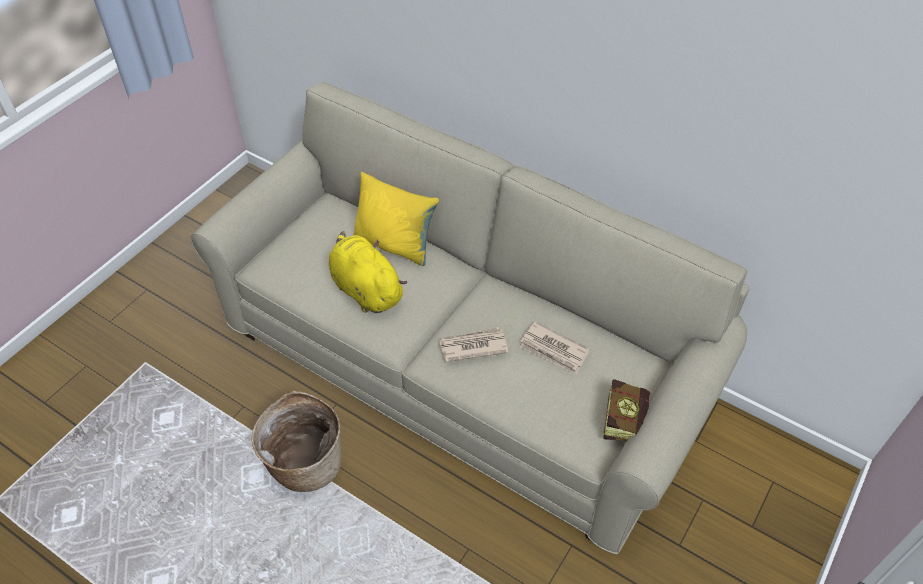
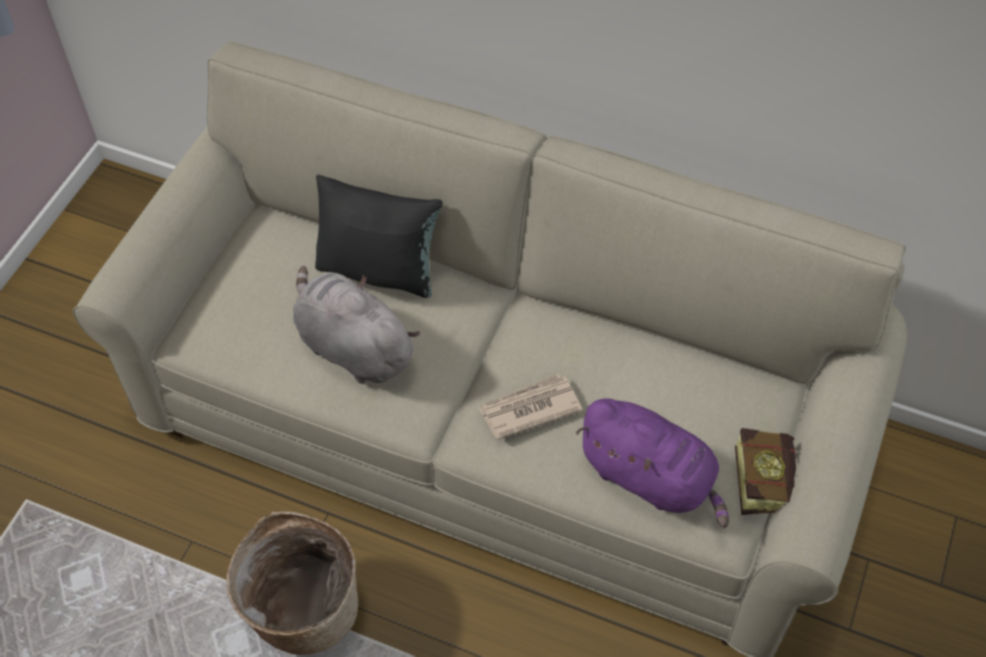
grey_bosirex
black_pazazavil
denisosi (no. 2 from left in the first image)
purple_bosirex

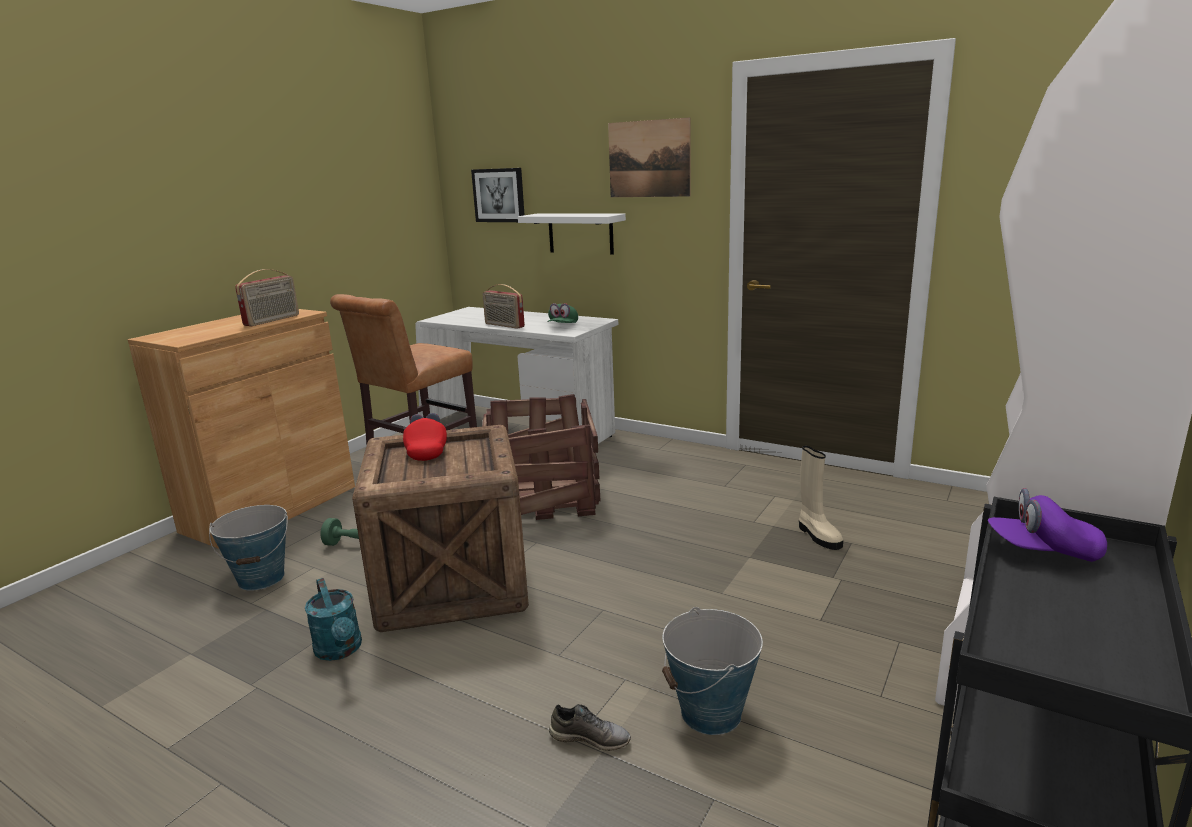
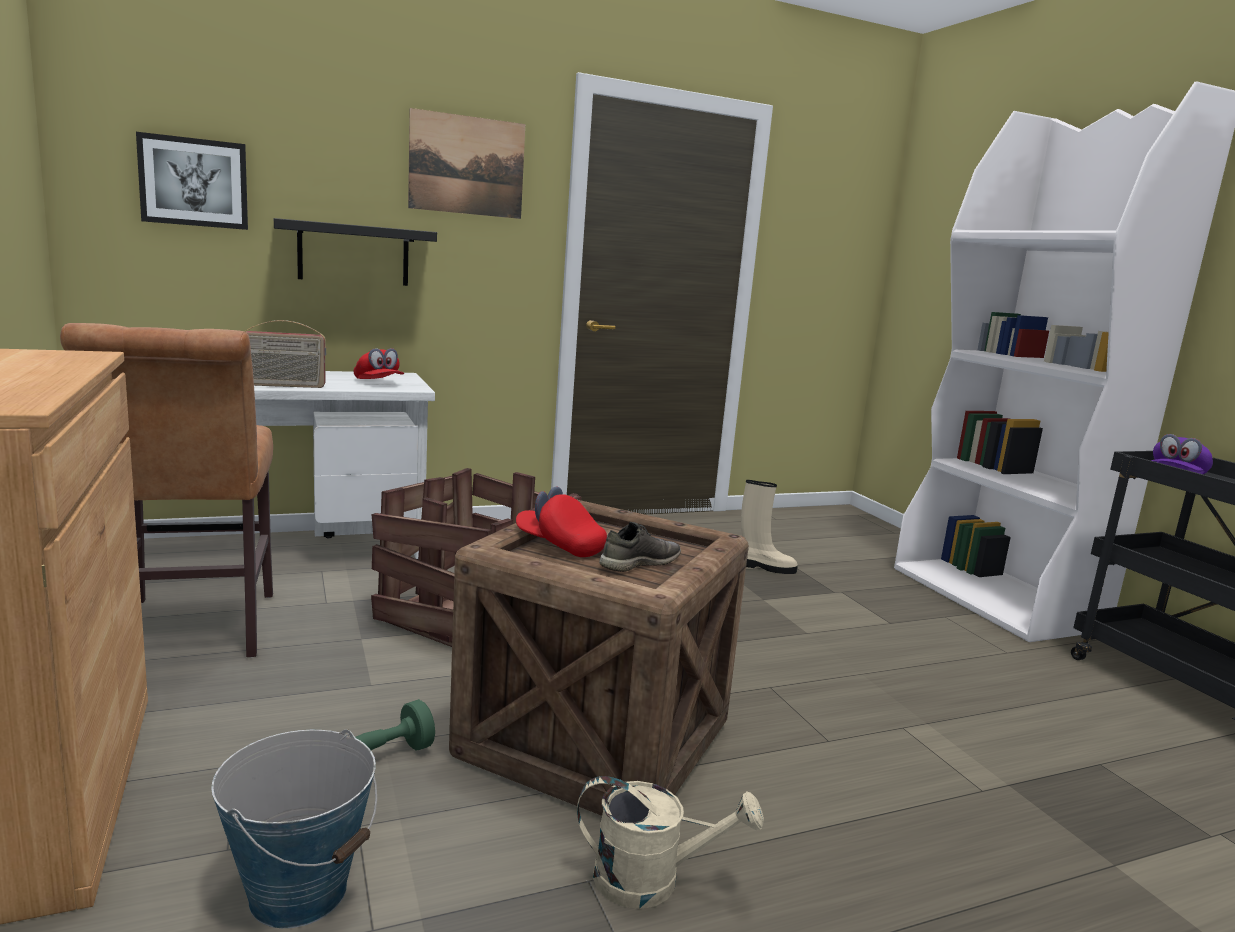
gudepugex (no. 1 from left in the first image)
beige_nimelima
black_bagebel
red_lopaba (no. 1 from left)
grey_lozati
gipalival (no. 2 from left in the first image)

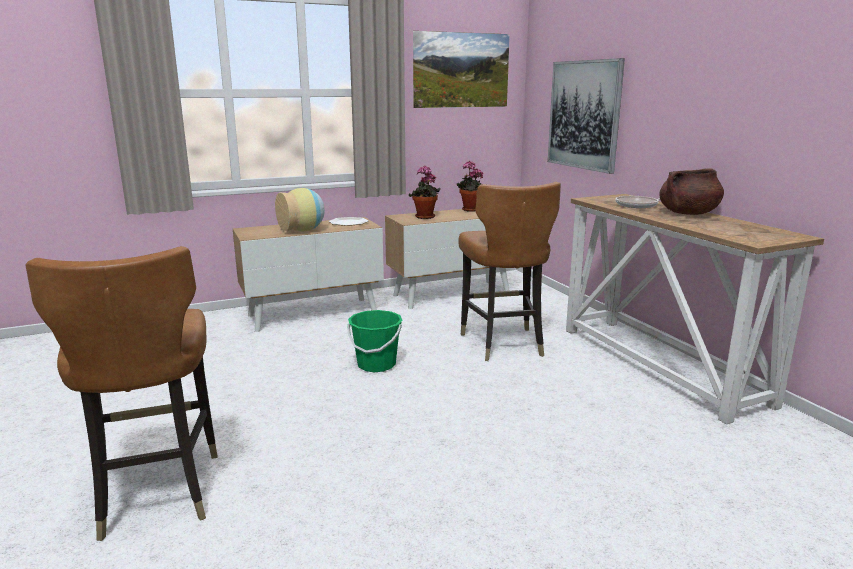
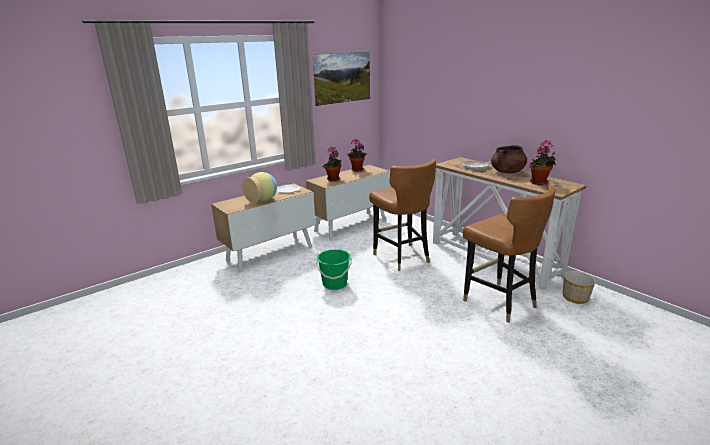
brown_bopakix (no. 2 from left)
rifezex (no. 2 from left in the first image)
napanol (no. 3 from left)
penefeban

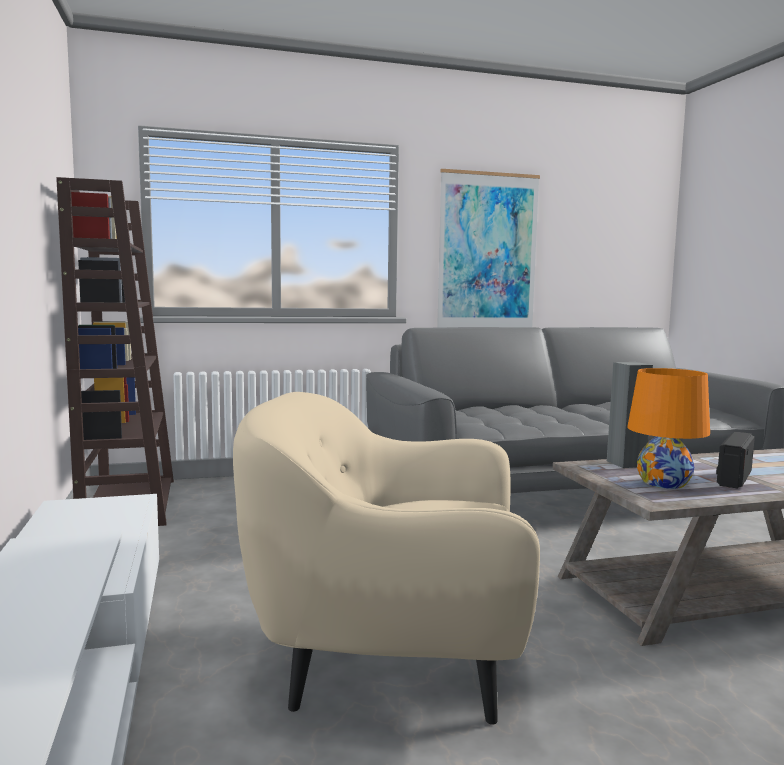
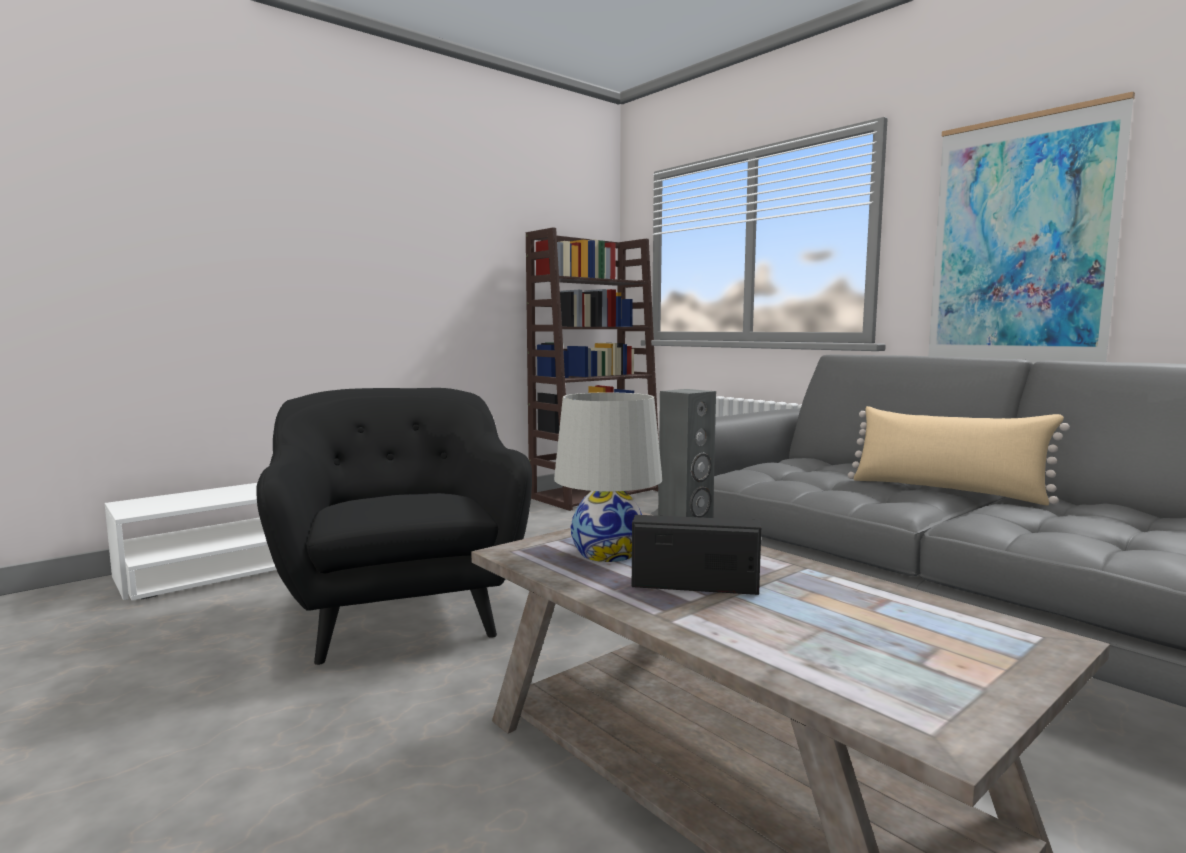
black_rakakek
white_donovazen
beige_pazazavil

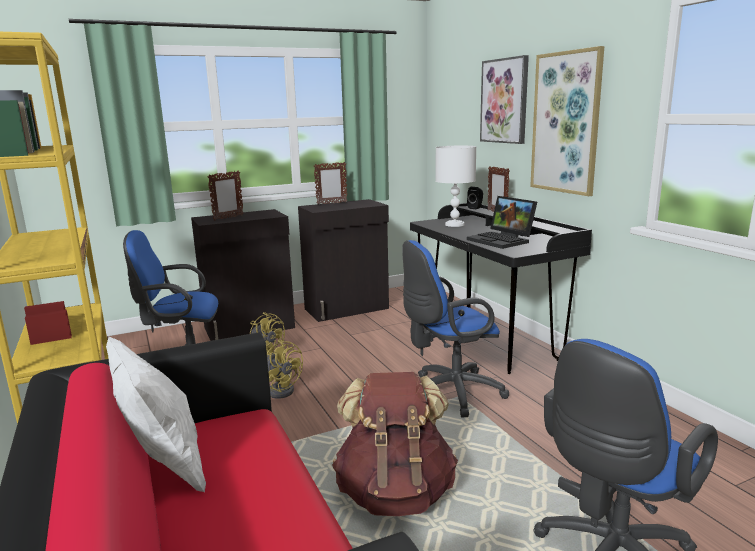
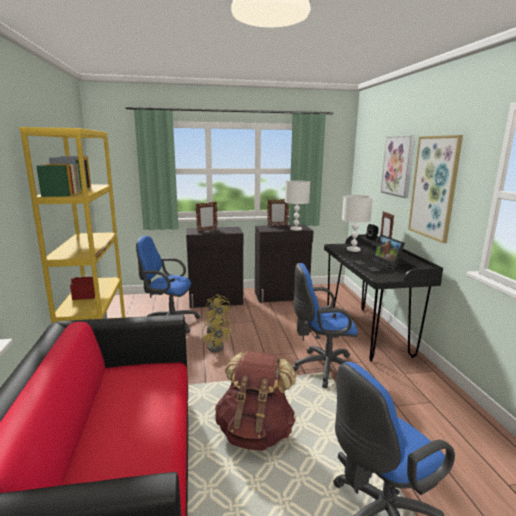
white_pazazavil
white_donovazen (no. 1 from left)

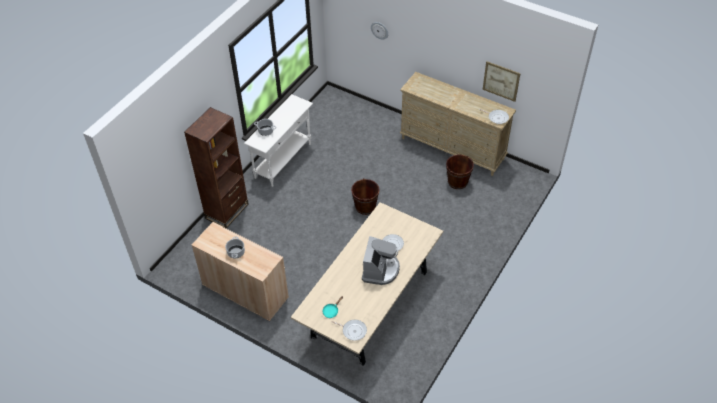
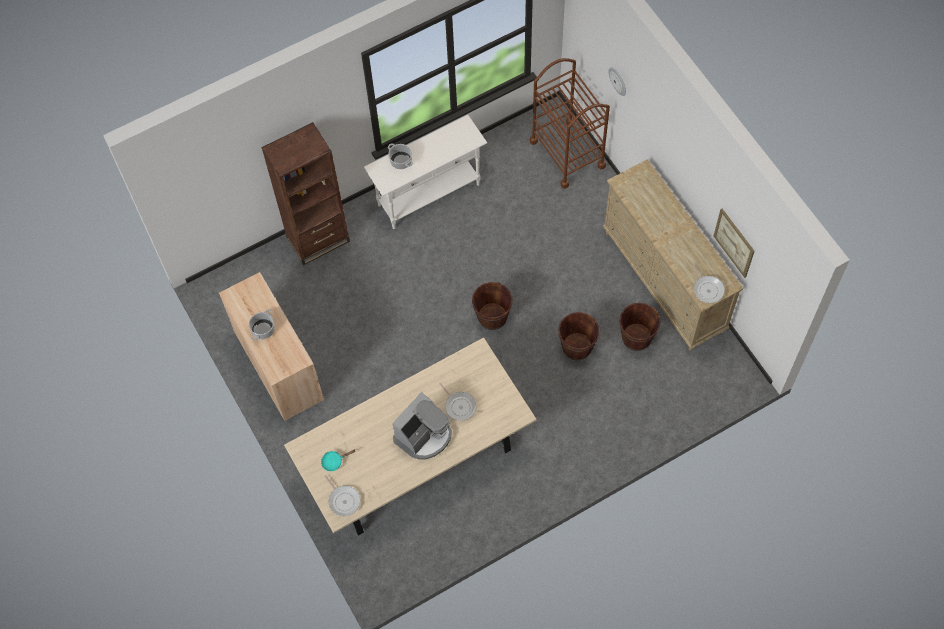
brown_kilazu
brown_gipalival (no. 2 from left)

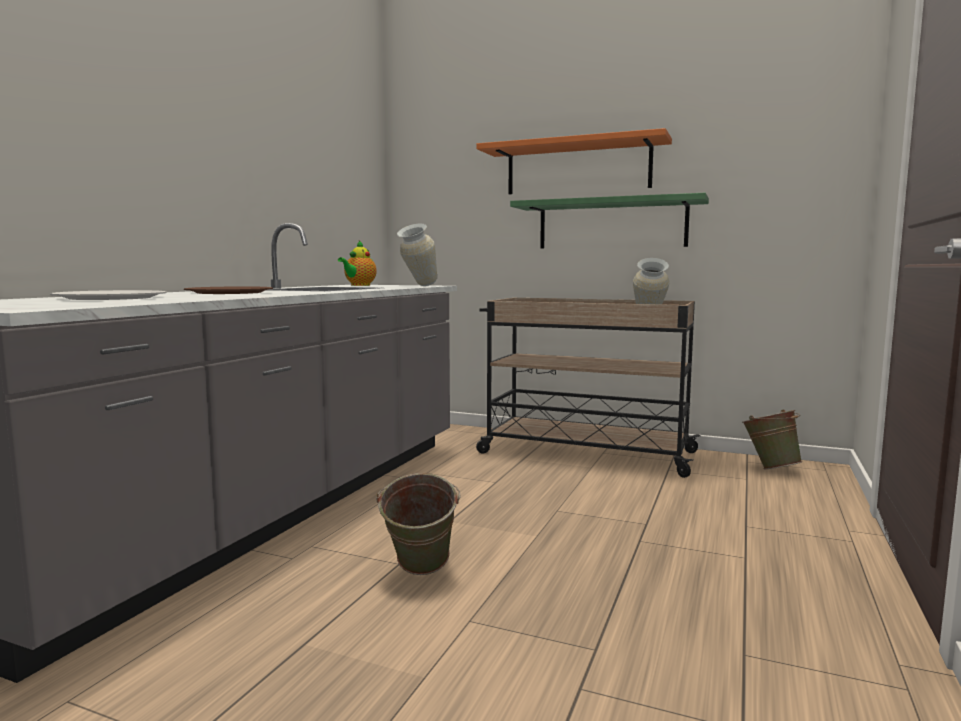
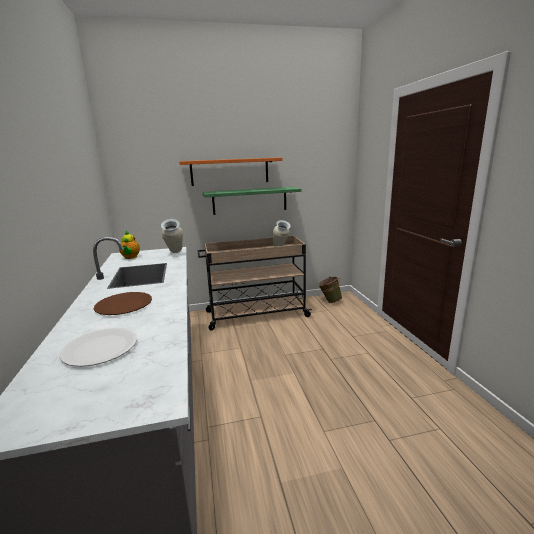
green_gipalival (no. 1 from left in the first image)

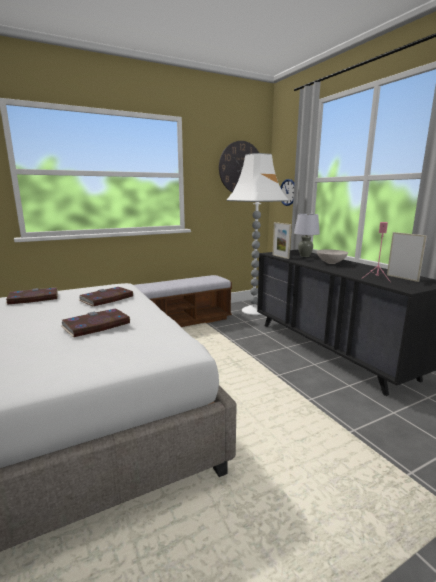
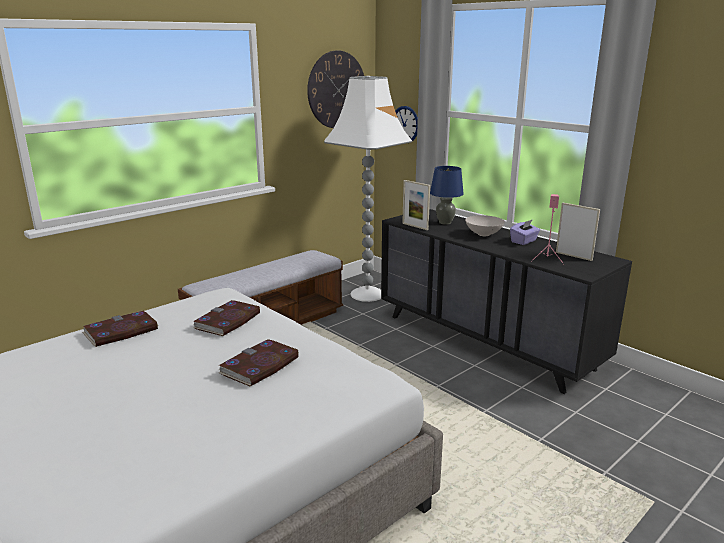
blue_donovazen
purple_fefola

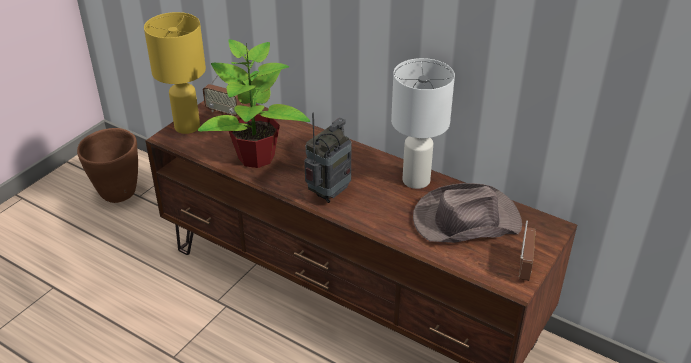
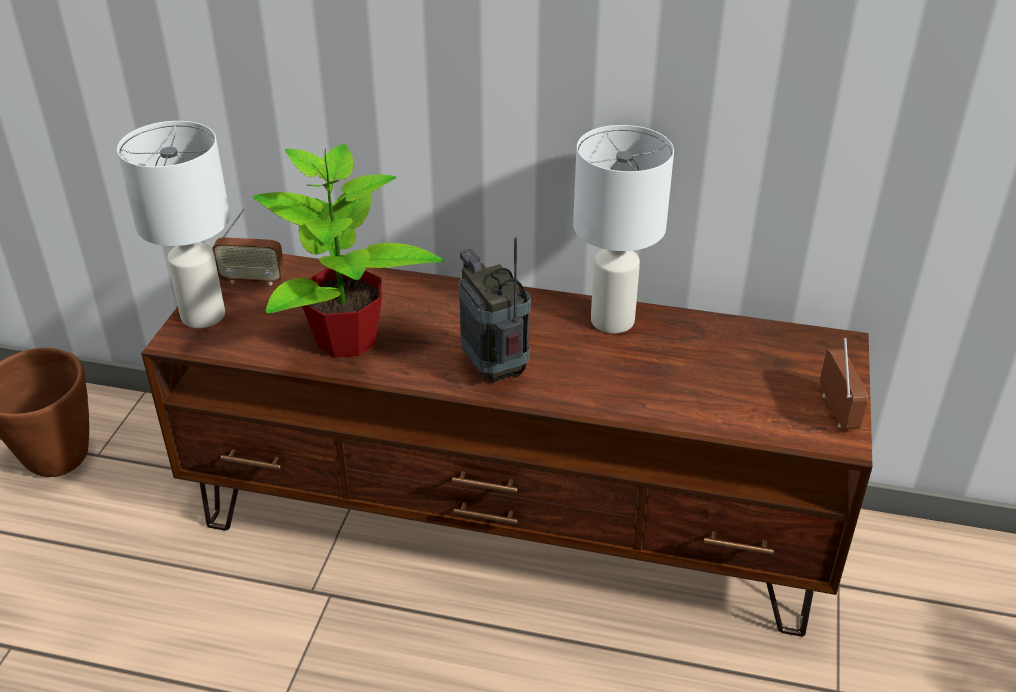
white_donovazen (no. 1 from left)
gudepugex (no. 2 from left)
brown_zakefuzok

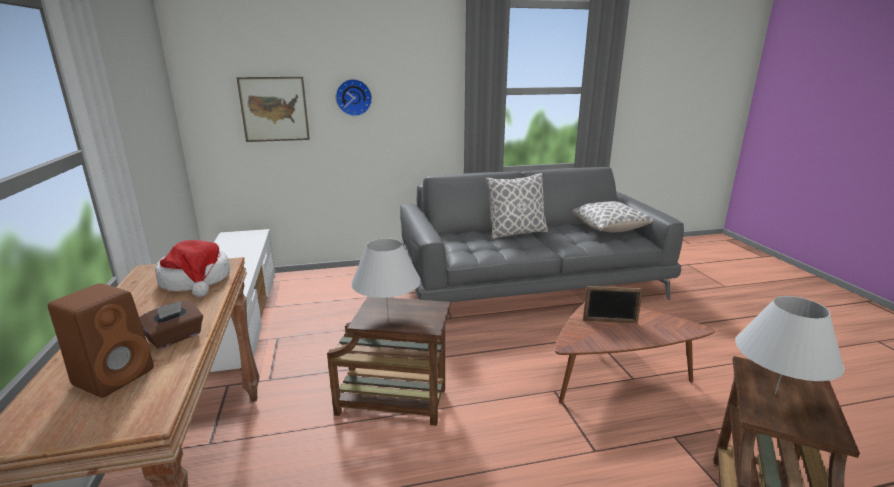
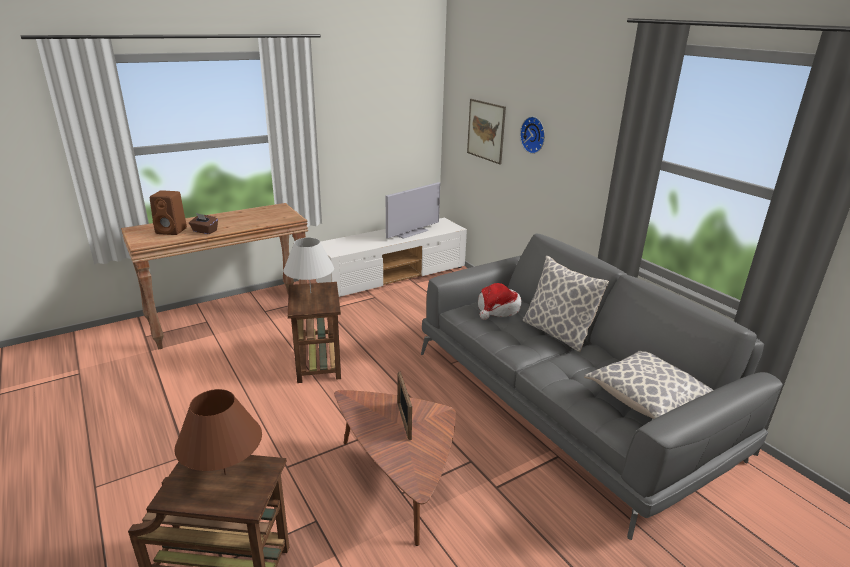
zakefuzok
brown_donovazen
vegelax

